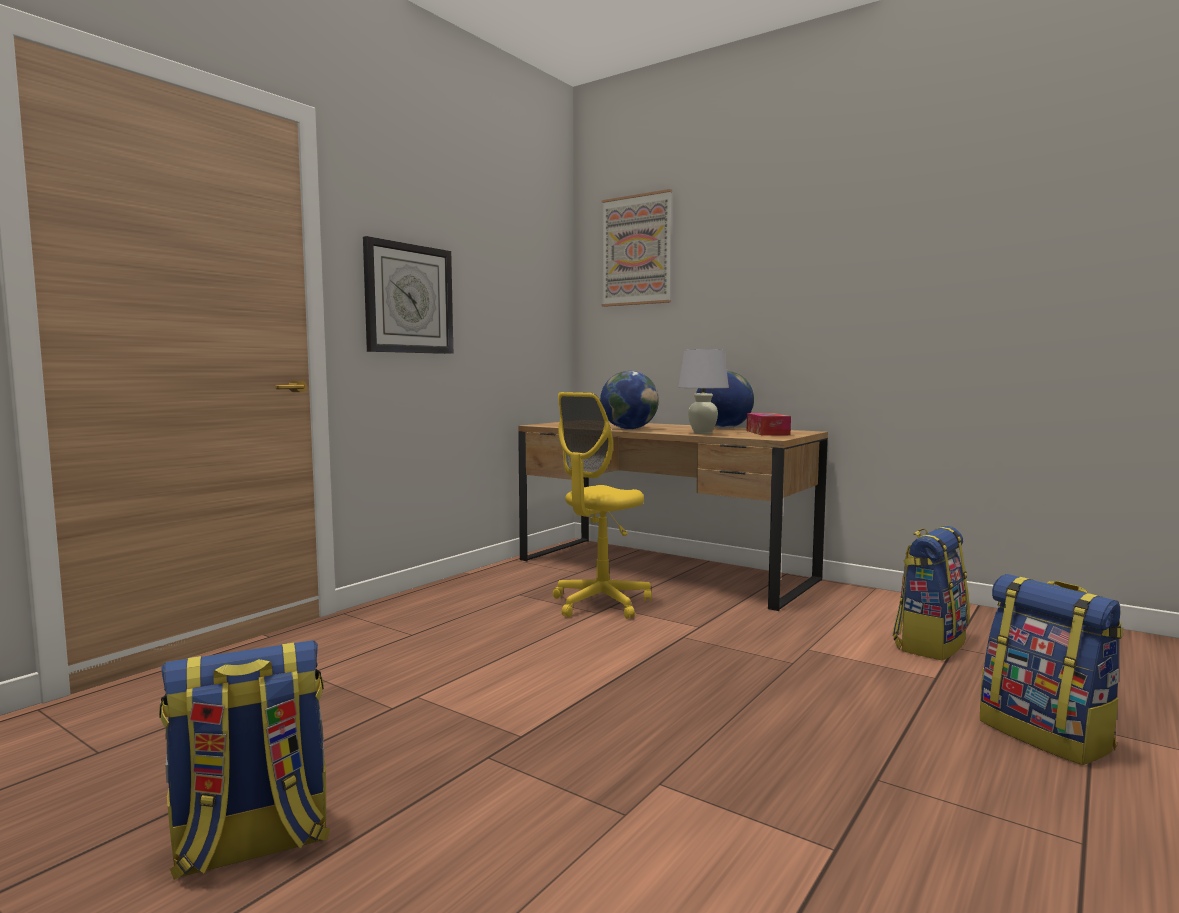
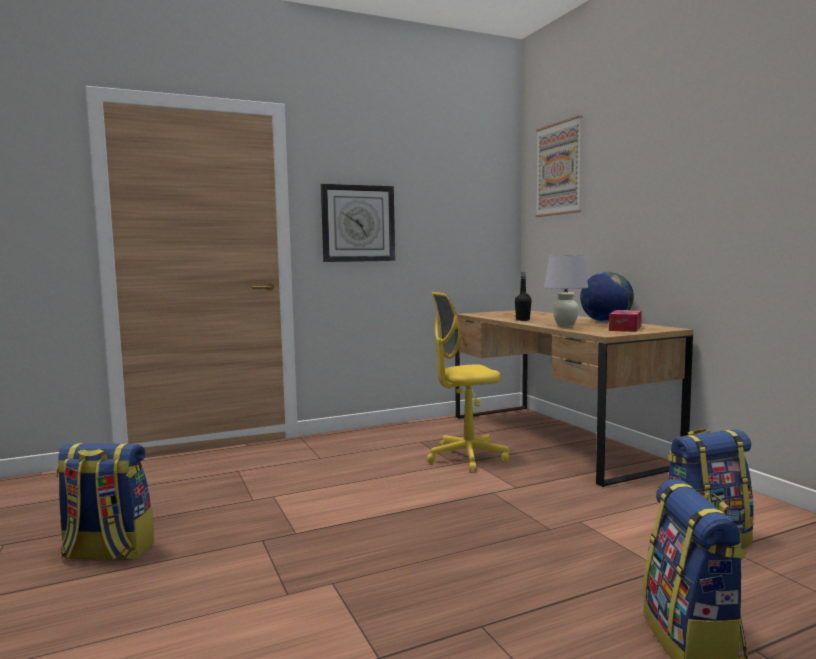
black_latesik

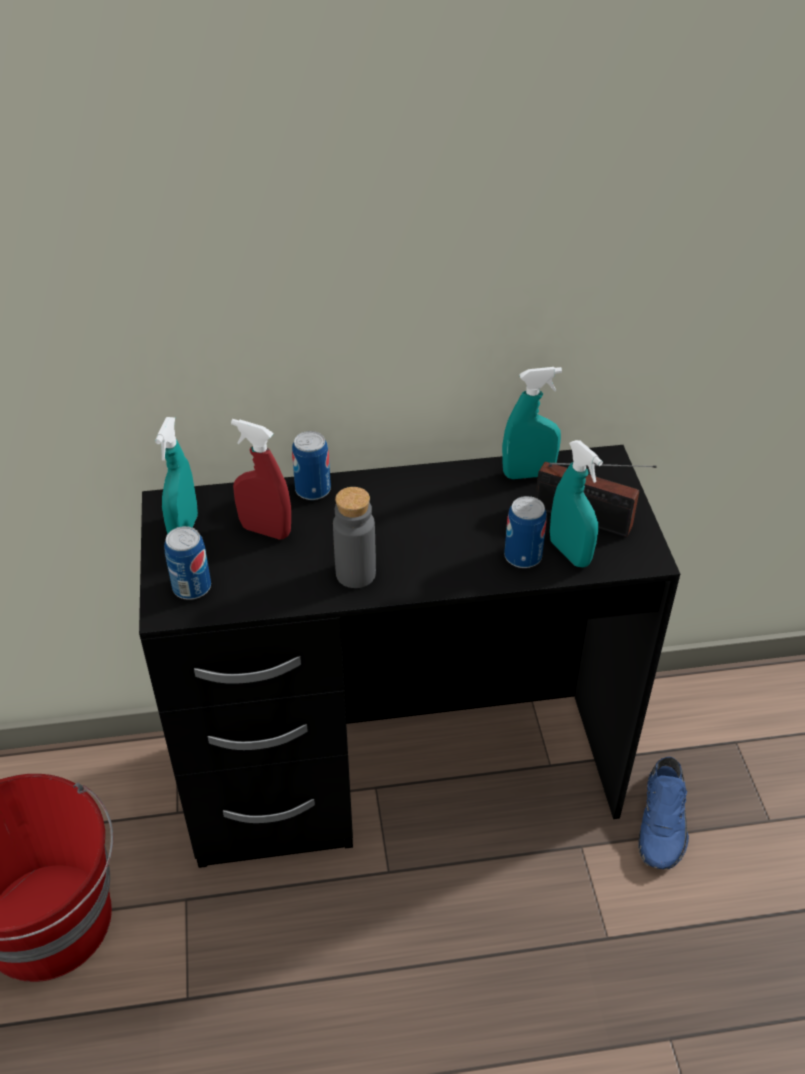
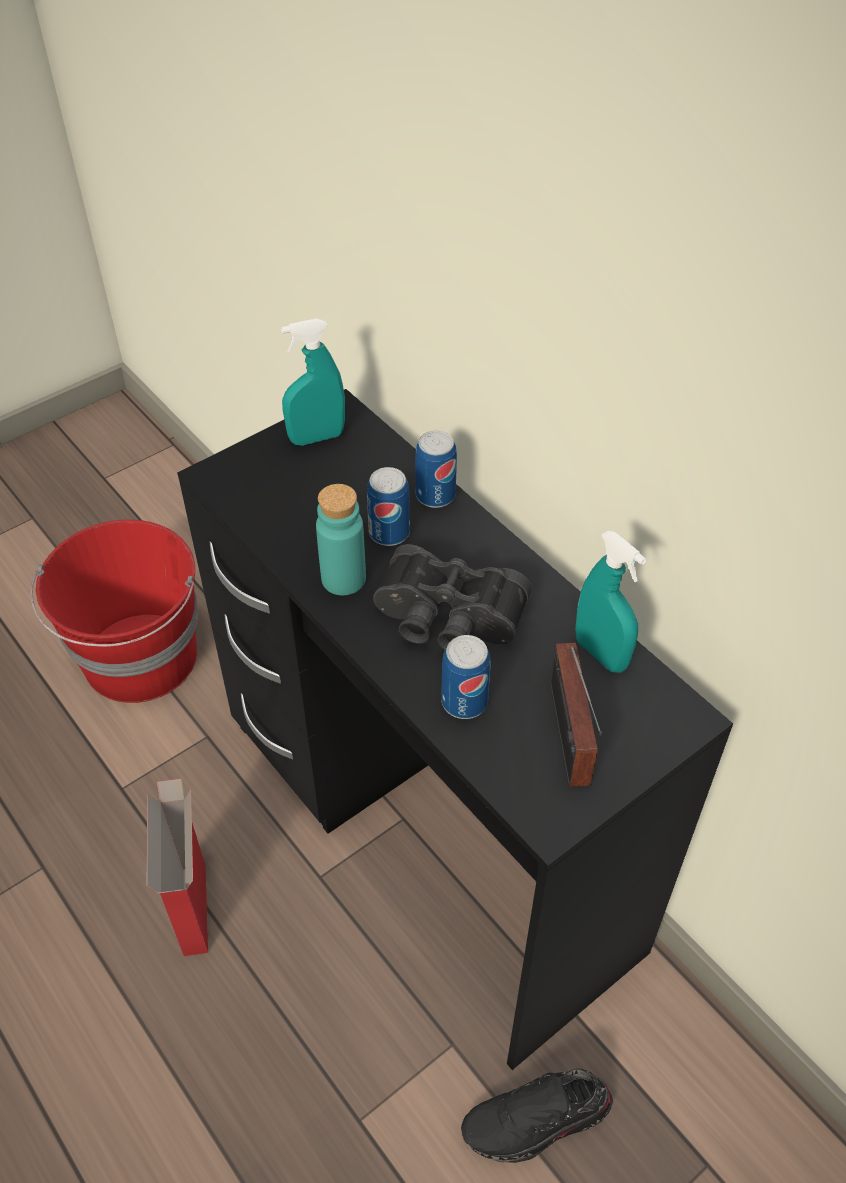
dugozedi (no. 1 from left)
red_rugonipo
turquoise_latesik
turquoise_rugonipo (no. 3 from left in the first image)
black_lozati
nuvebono
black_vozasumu

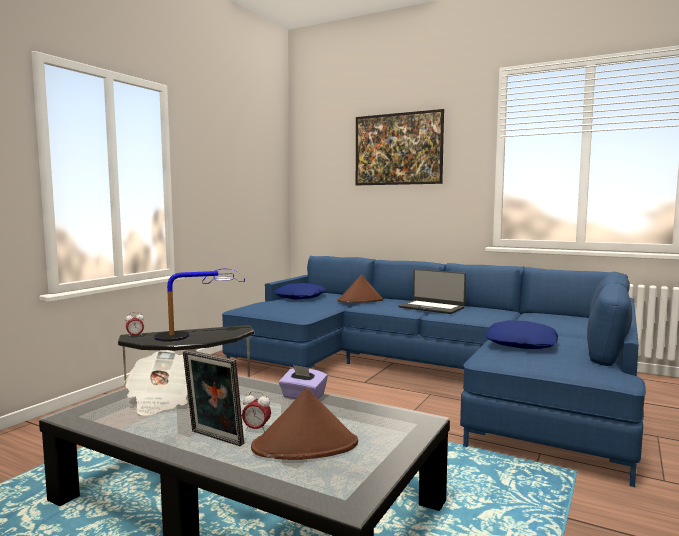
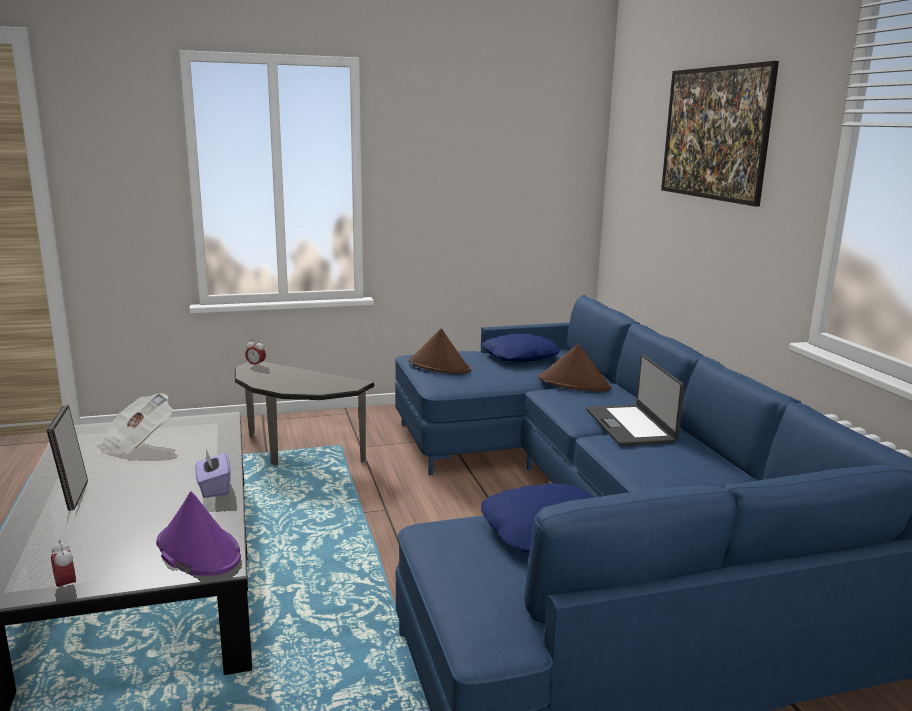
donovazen
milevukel (no. 1 from left)
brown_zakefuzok (no. 1 from left)
purple_zakefuzok

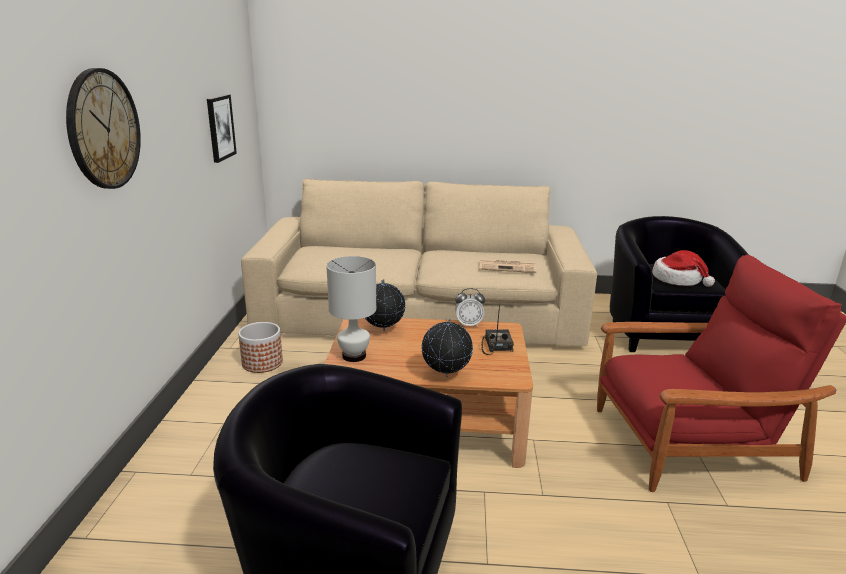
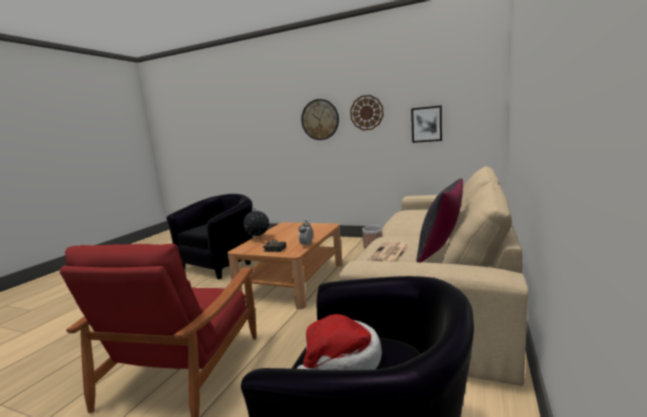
white_donovazen
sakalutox (no. 1 from left in the first image)
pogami (no. 2 from left)
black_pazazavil

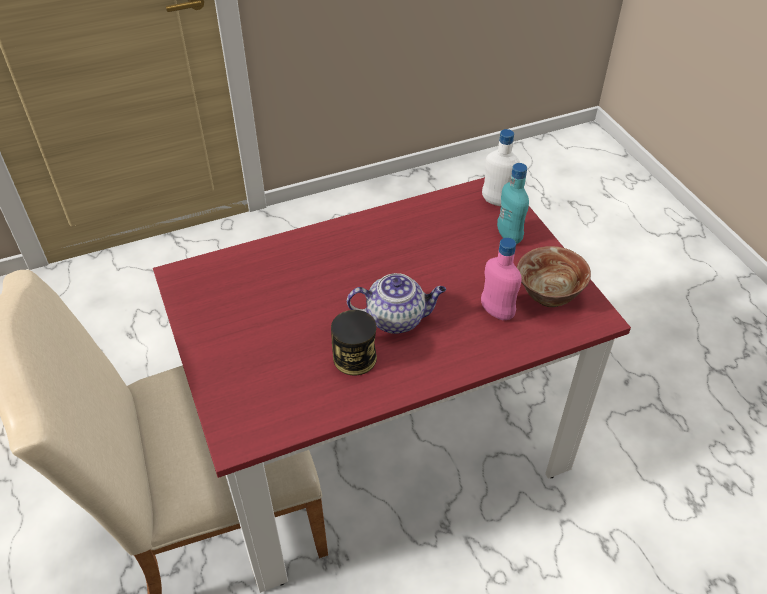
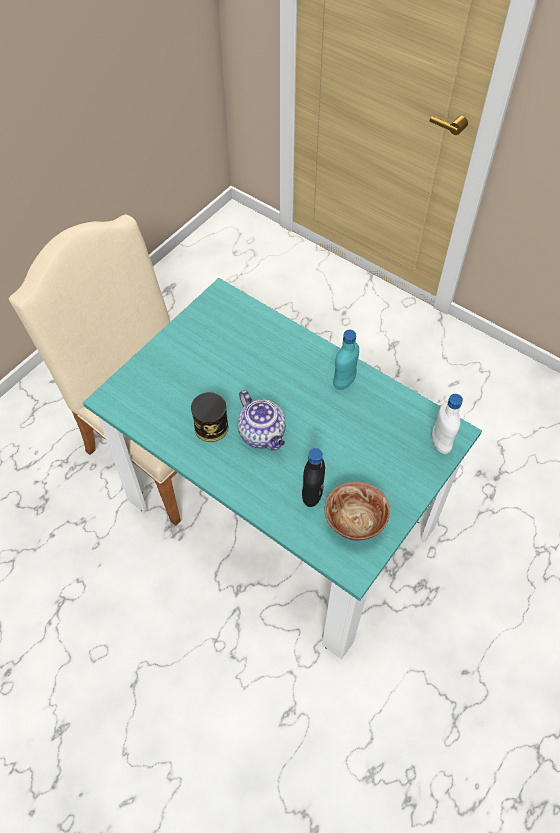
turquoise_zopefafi
black_latesik
turquoise_latesik

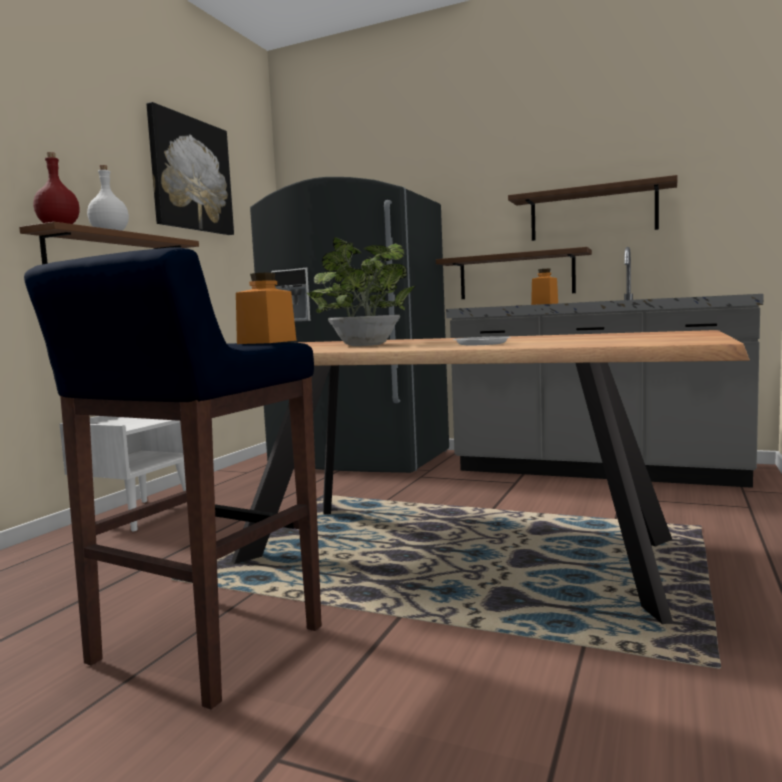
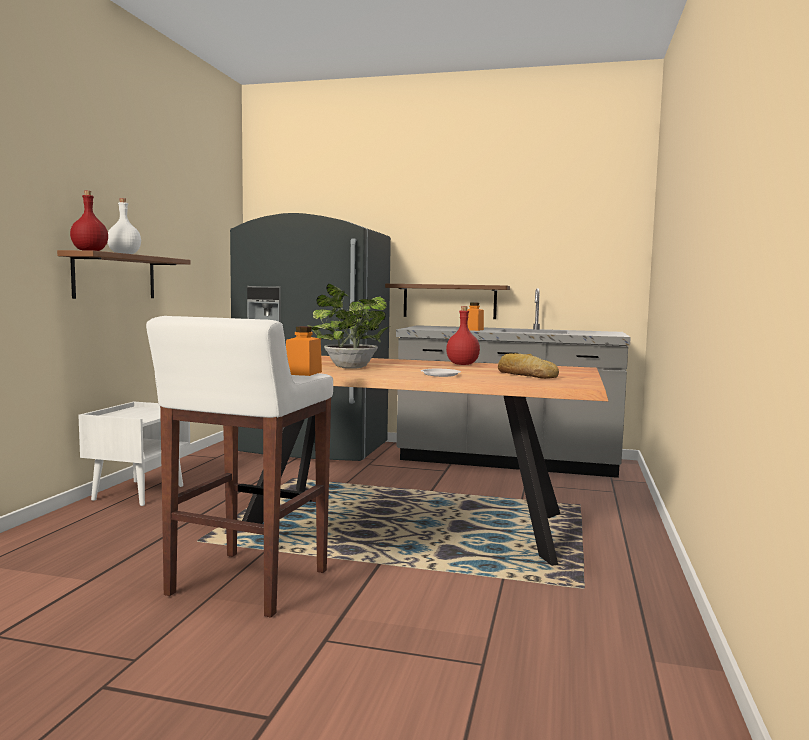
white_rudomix
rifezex
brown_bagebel (no. 3 from left in the first image)
red_latesik (no. 2 from left)
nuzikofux

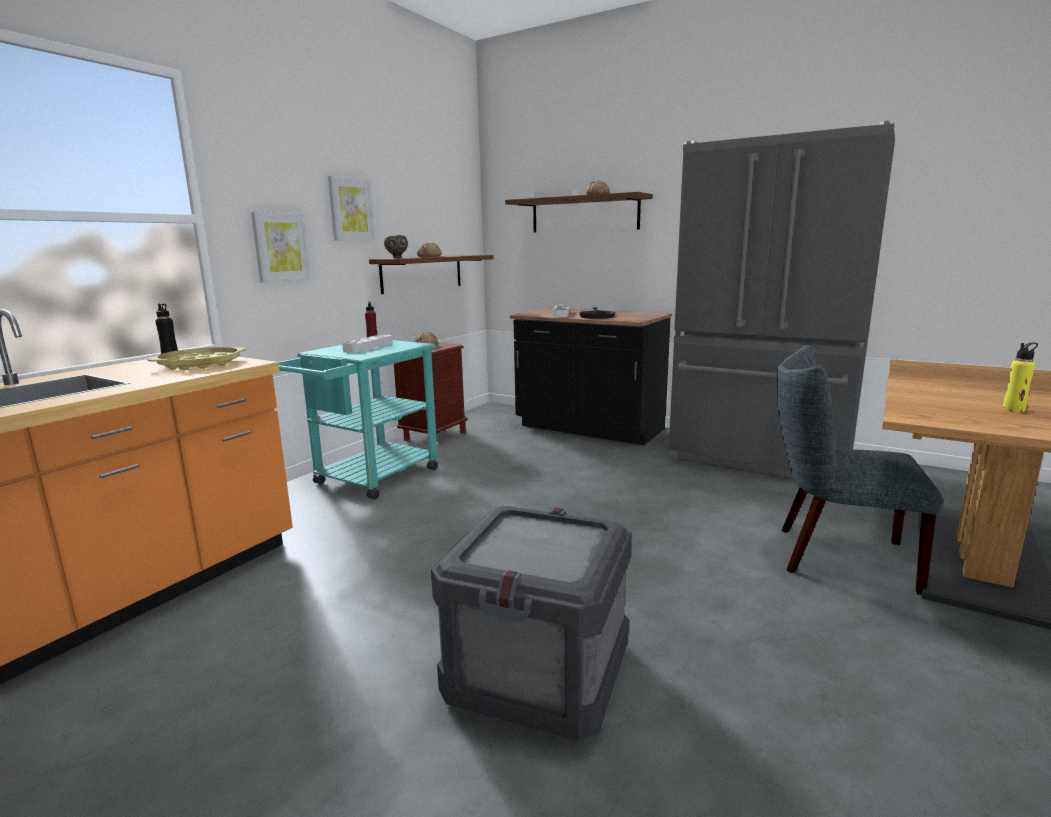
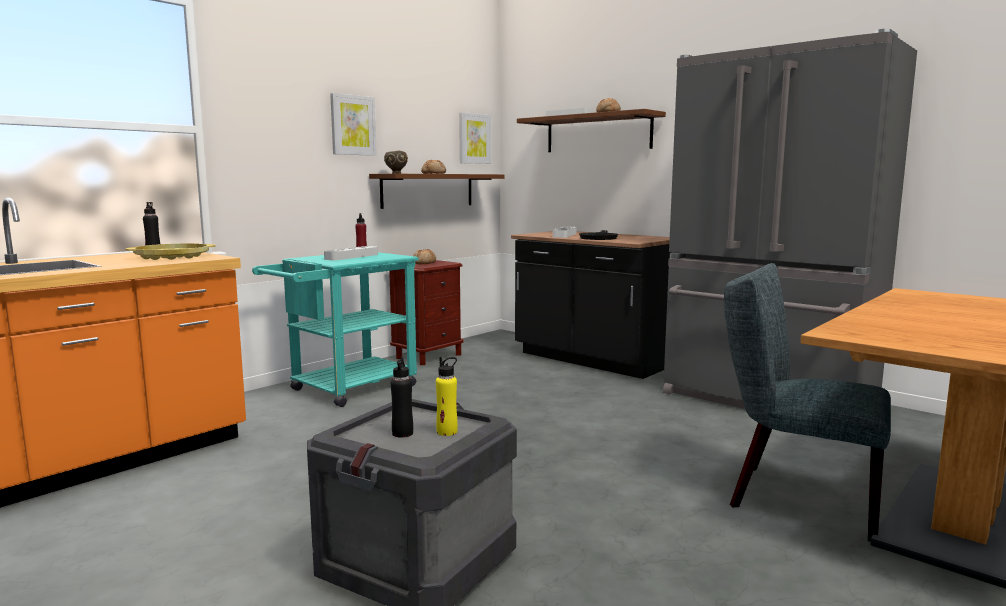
rifezex (no. 2 from left)
yellow_latesik
black_latesik (no. 2 from left)

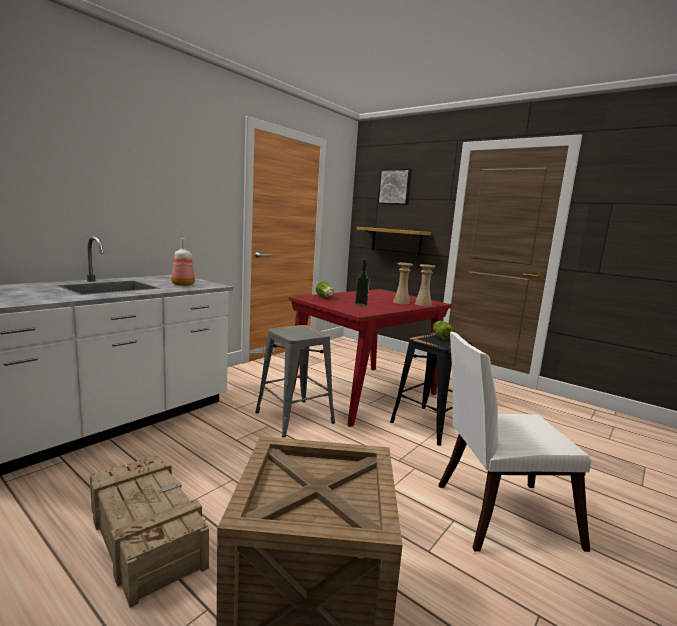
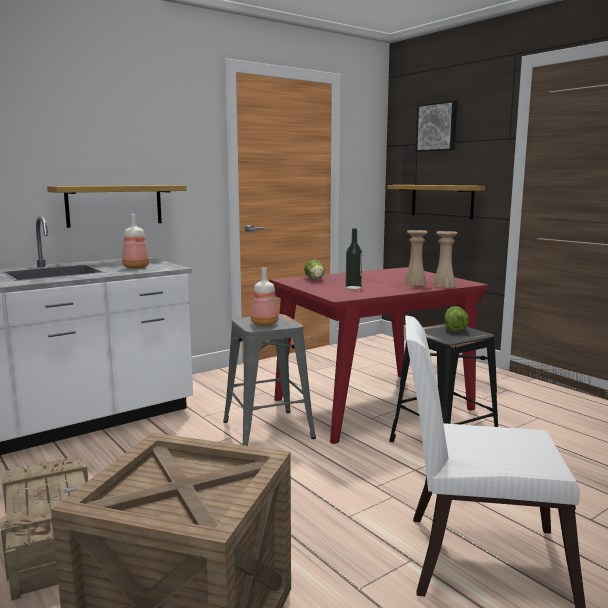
bagebel (no. 1 from left)
latesik (no. 2 from left)

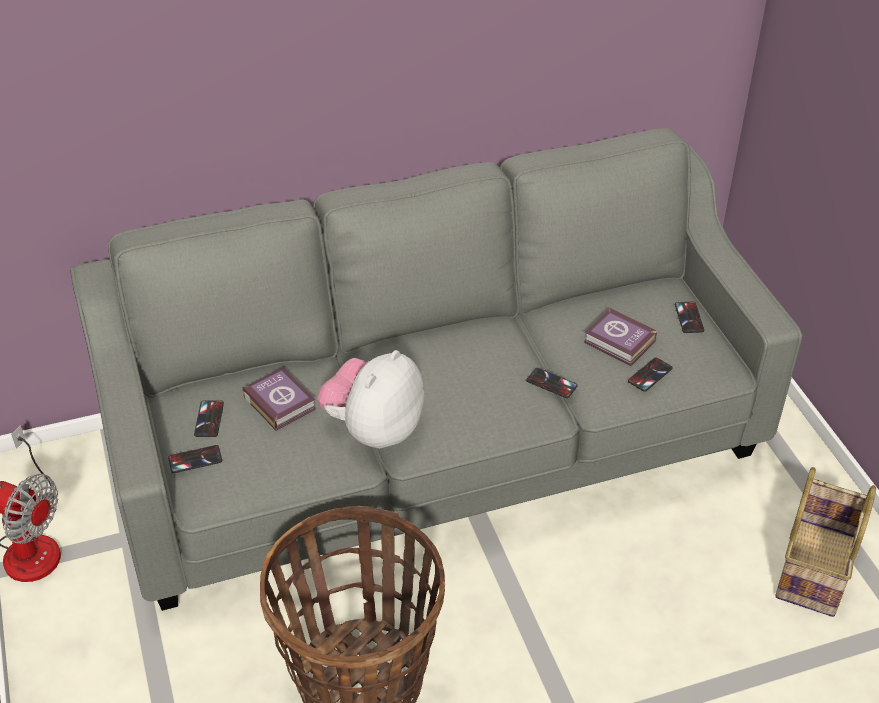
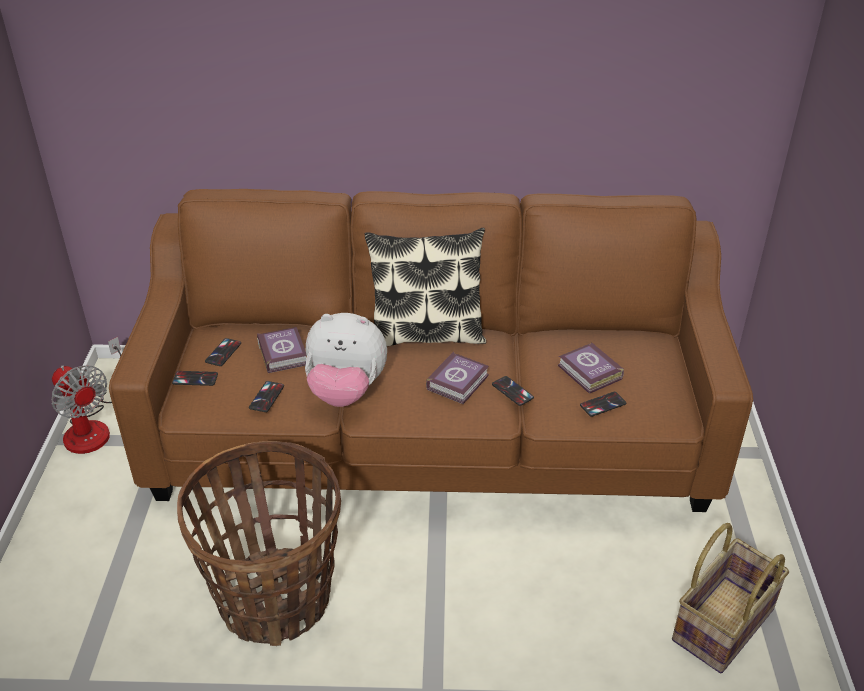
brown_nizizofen
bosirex
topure (no. 3 from left)
pazazavil
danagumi (no. 2 from left)

